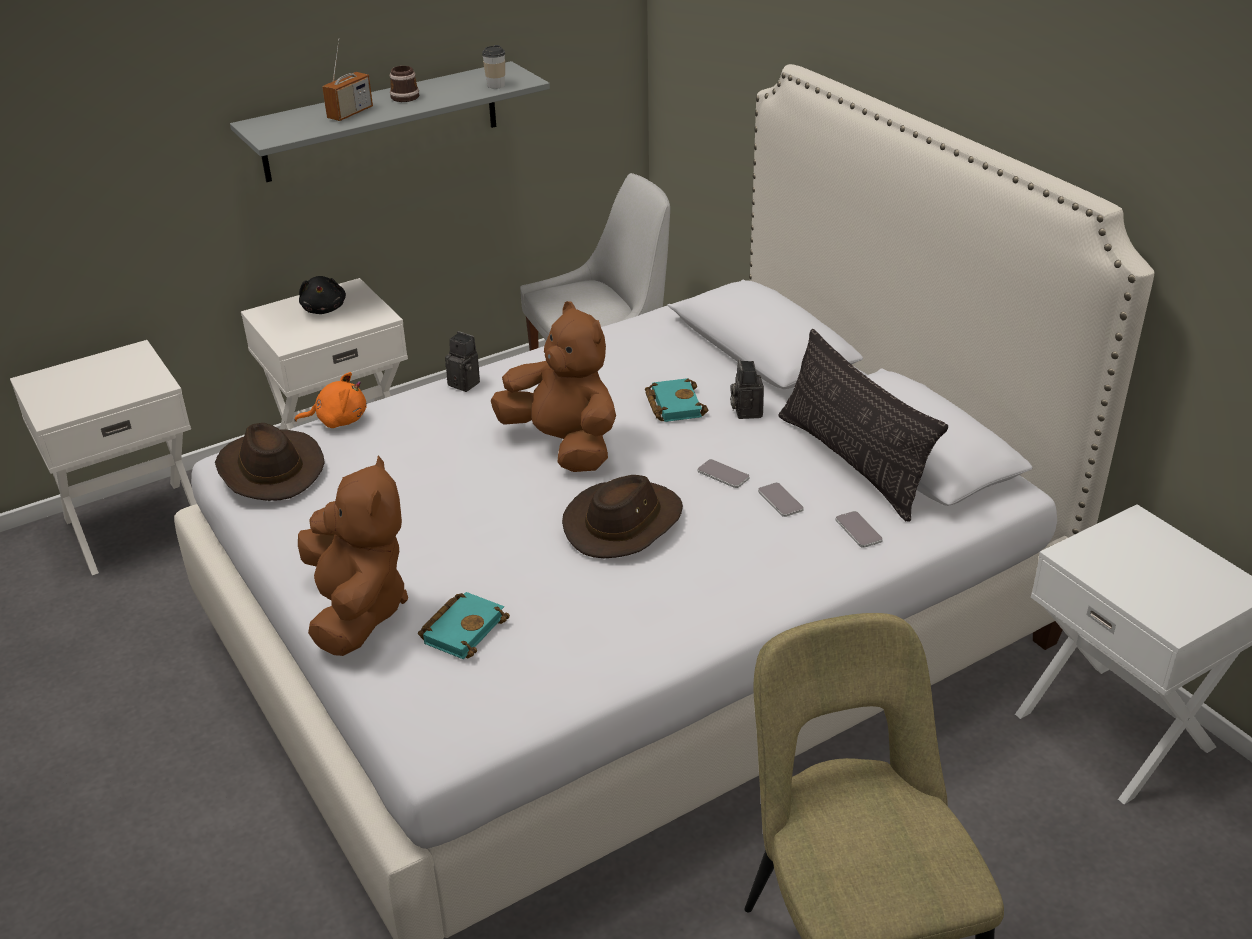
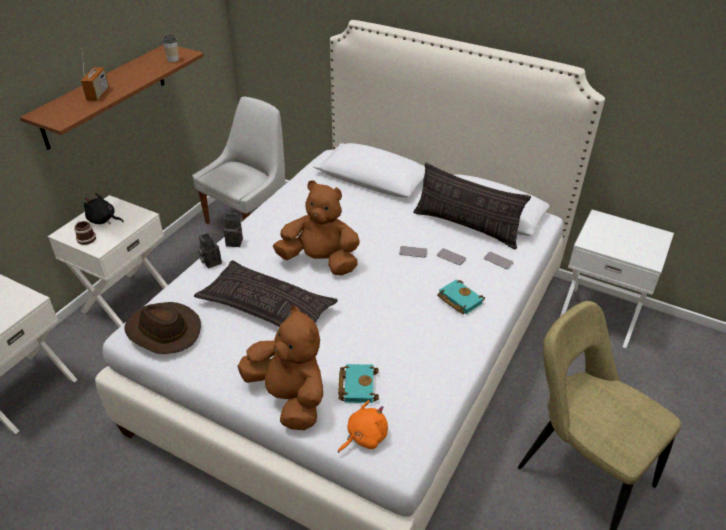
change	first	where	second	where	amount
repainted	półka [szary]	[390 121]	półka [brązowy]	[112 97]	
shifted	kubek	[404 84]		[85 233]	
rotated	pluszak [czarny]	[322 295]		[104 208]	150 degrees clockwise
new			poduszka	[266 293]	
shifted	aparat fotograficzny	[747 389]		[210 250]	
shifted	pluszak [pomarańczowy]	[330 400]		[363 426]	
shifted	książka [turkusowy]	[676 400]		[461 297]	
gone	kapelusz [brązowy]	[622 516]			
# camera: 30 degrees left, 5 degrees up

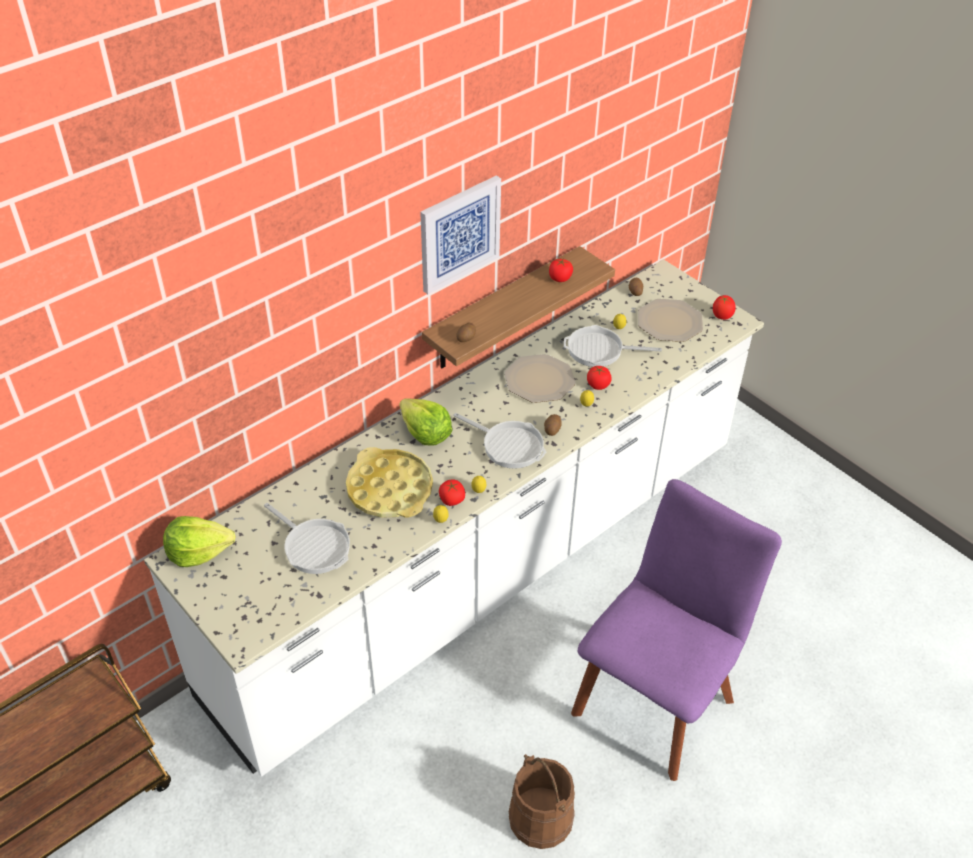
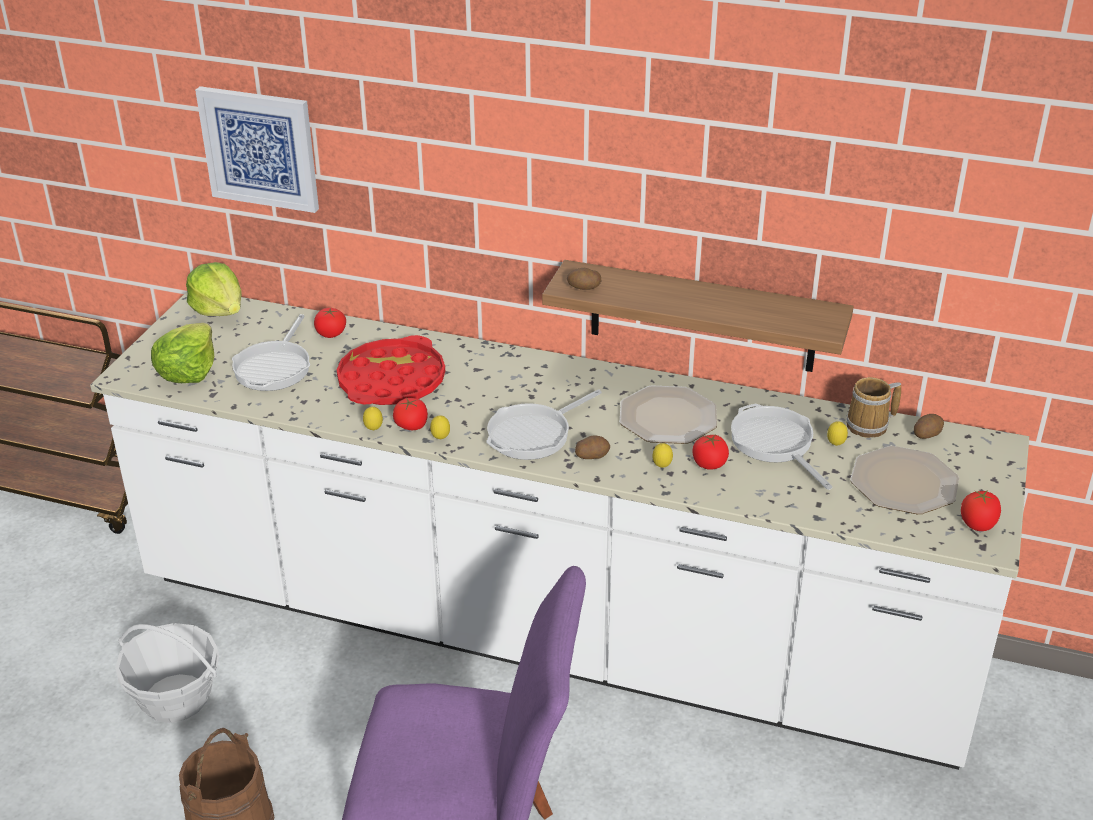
change	first	where	second	where	amount
new			koszyk	[167 673]	
shifted	sałata	[426 422]		[182 353]	
shifted	obraz	[460 234]		[257 149]	
shifted	pomidor	[561 270]		[330 323]	
repainted	taca [żółty]	[389 482]	taca [czerwony]	[391 370]	
rotated	patelnia	[499 441]		[544 424]	45 degrees clockwise
new			kubek	[873 407]	
# camera: 60 degrees right, 10 degrees down

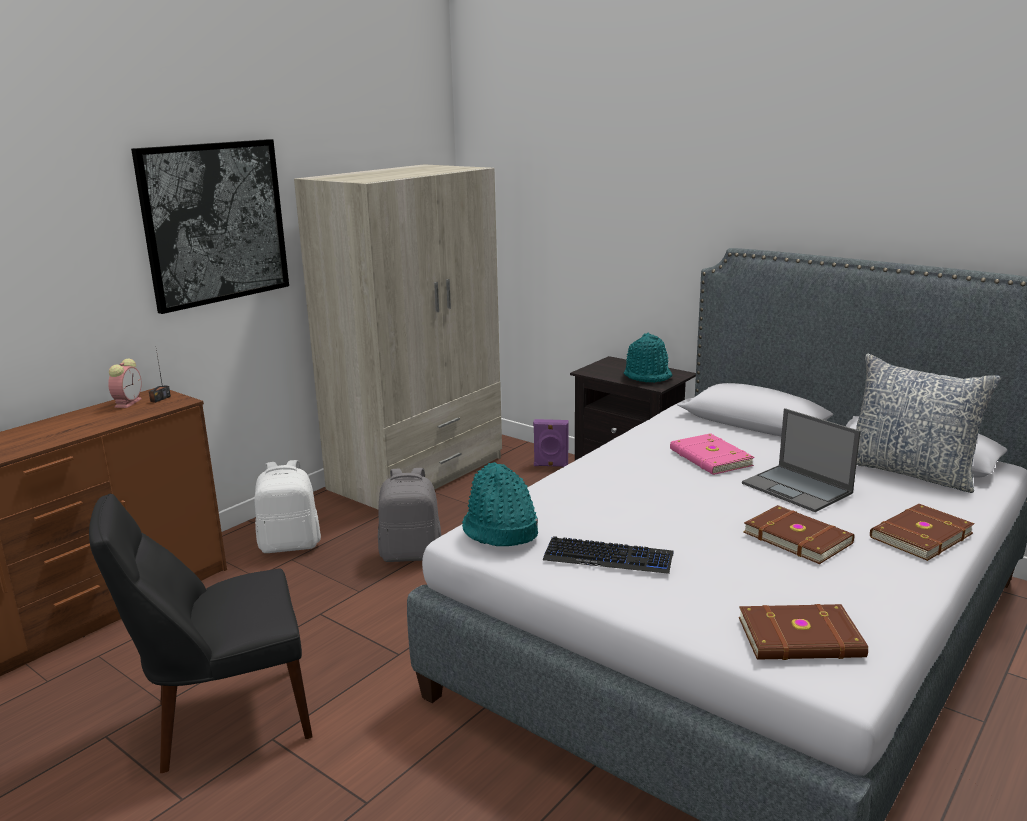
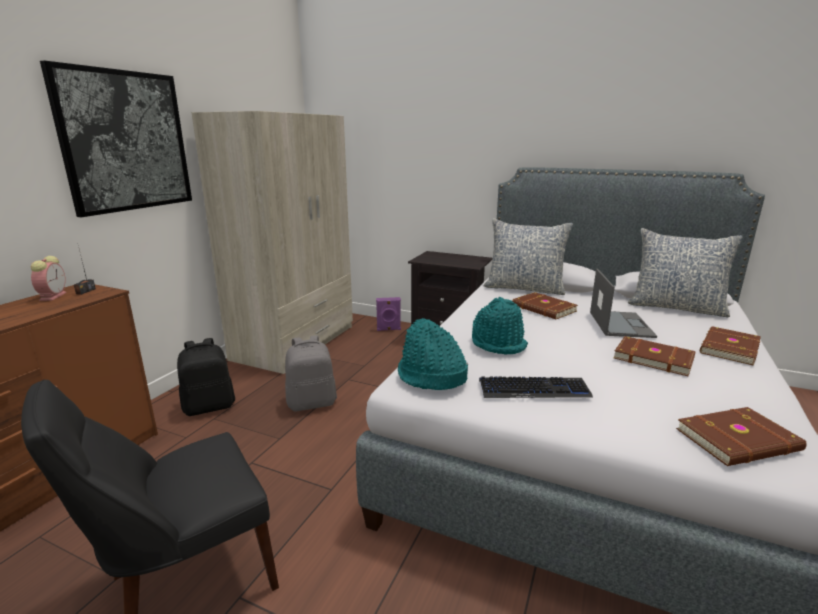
change	first	where	second	where	amount
repainted	plecak [biały]	[288 506]	plecak [czarny]	[206 377]	
shifted	kapelusz [turkusowy]	[648 358]		[500 326]	
new			poduszka	[528 256]	
repainted	książka [różowy]	[712 454]	książka [brązowy]	[545 305]	
rotated	laptop	[801 460]		[623 303]	120 degrees counterclockwise
# camera: 15 degrees left, 0 degrees up

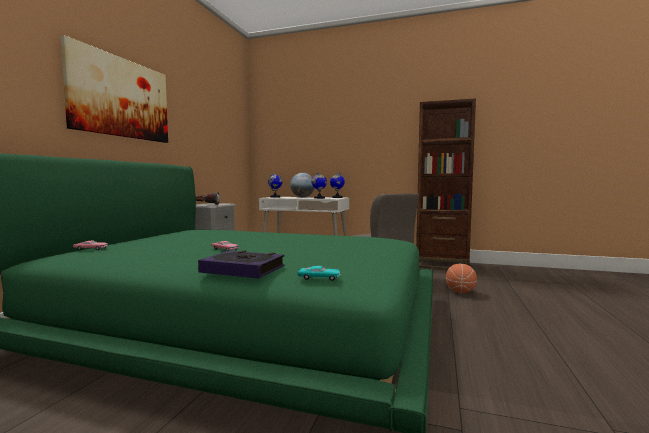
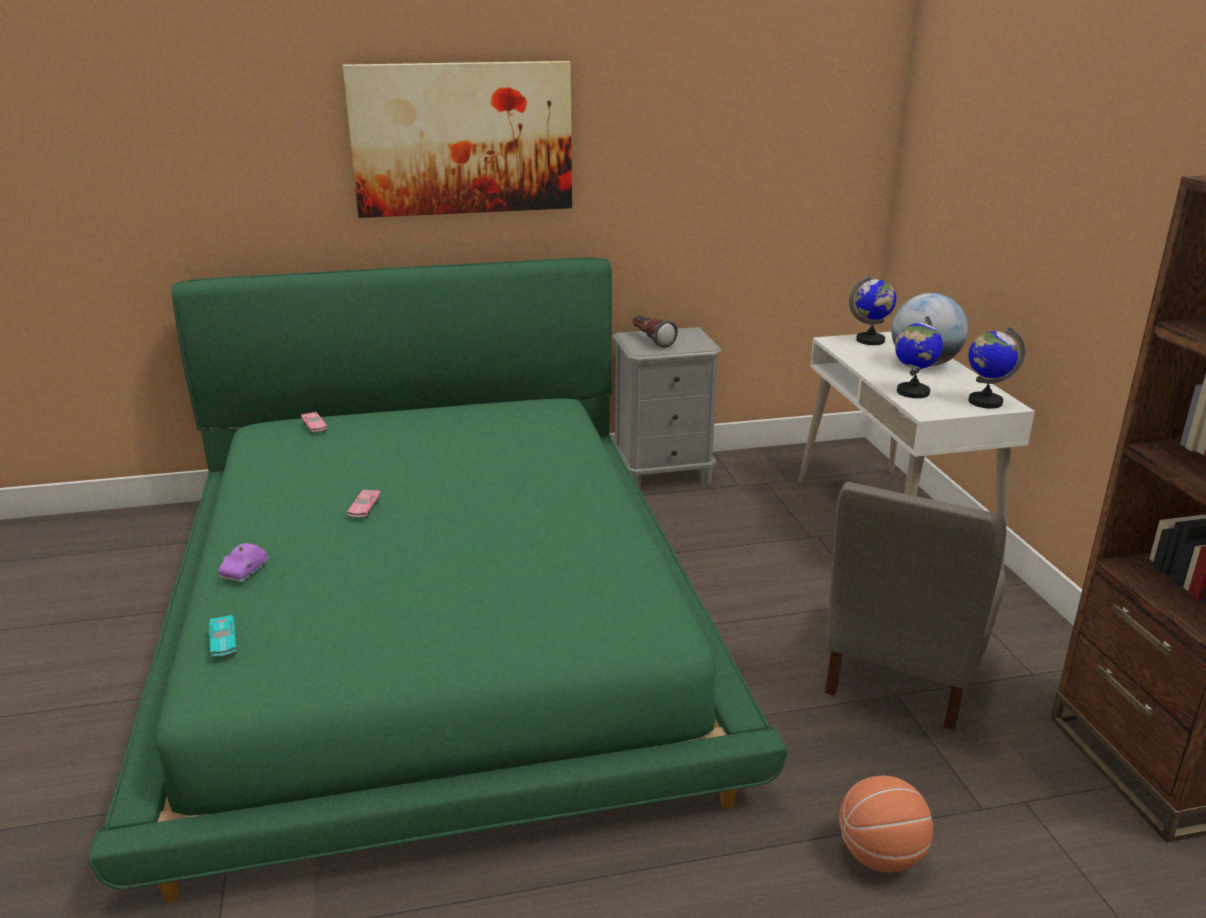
change	first	where	second	where	amount
swapped	książka	[241 264]	samochodzik [fioletowy]	[243 562]	
# camera: 60 degrees right, 20 degrees up

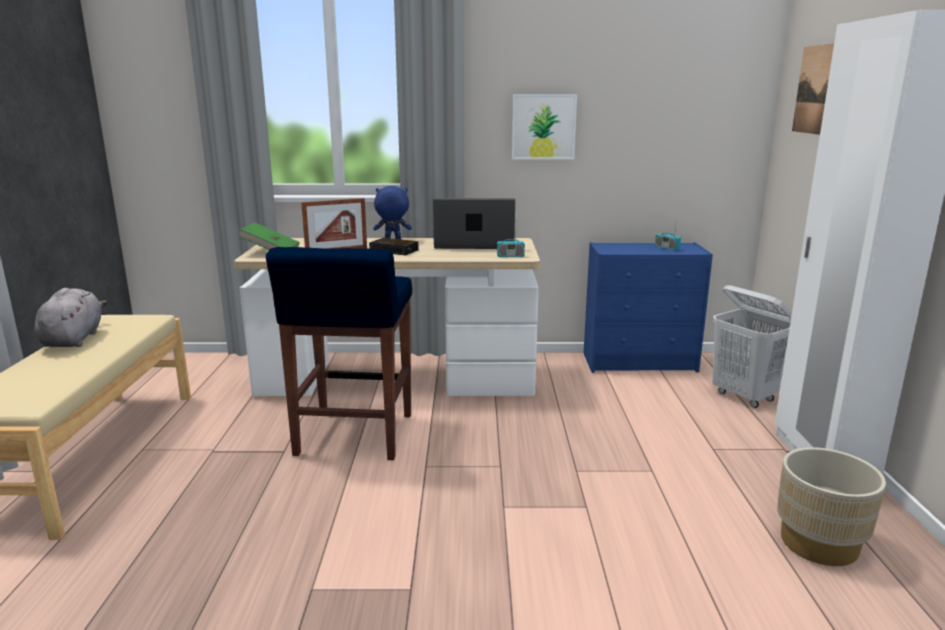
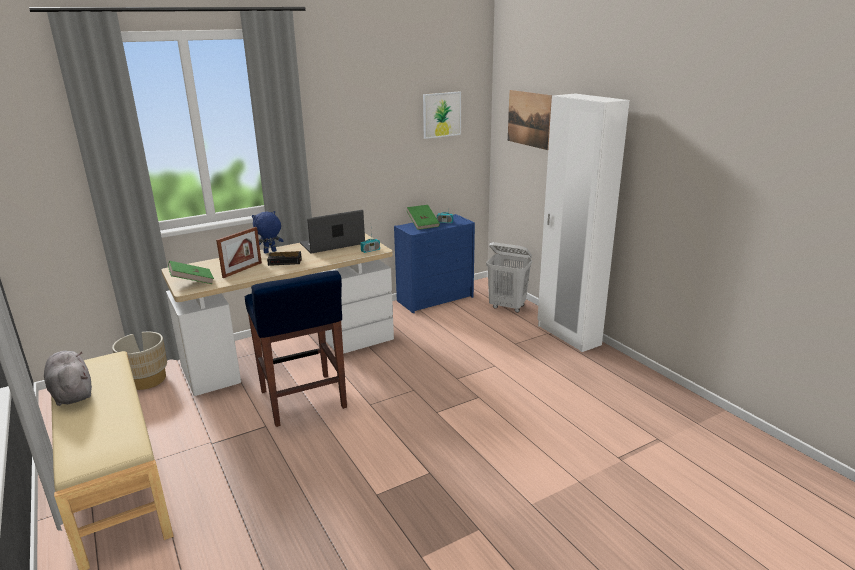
change	first	where	second	where	amount
shifted	donica [beżowy]	[831 506]		[139 361]	
new			książka [zielony]	[423 217]	
shifted	obraz	[544 127]		[442 115]	
# camera: 30 degrees left, 5 degrees up

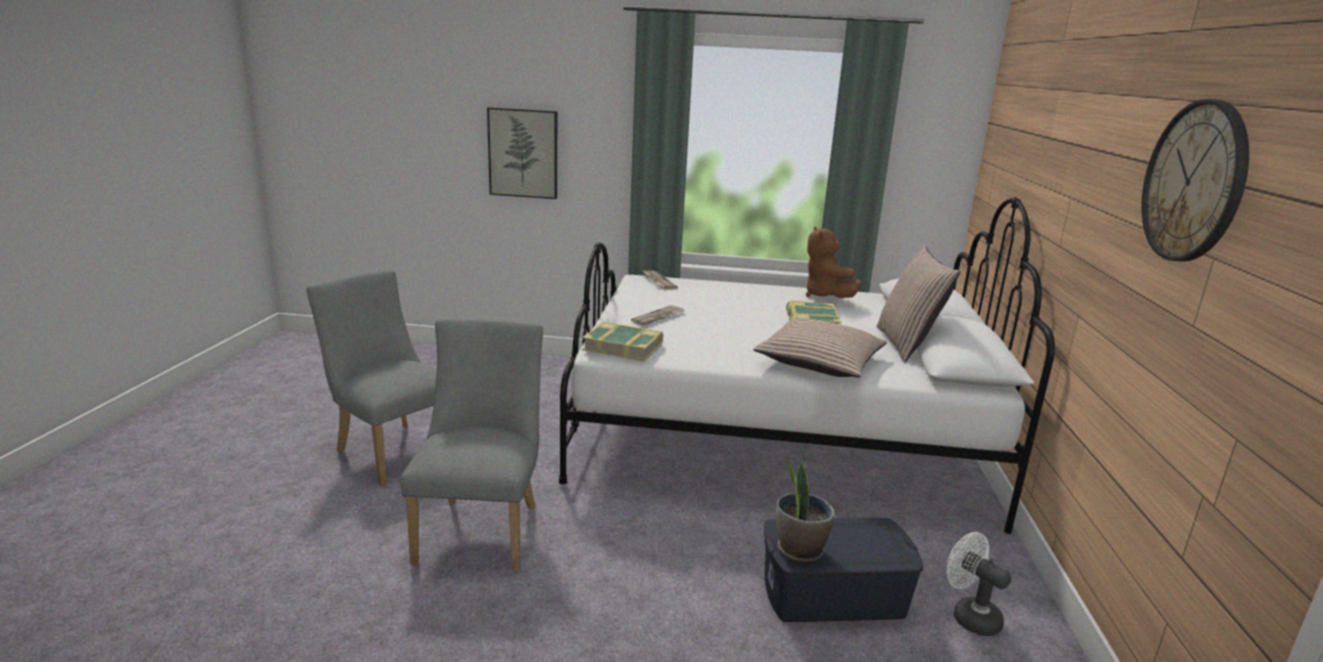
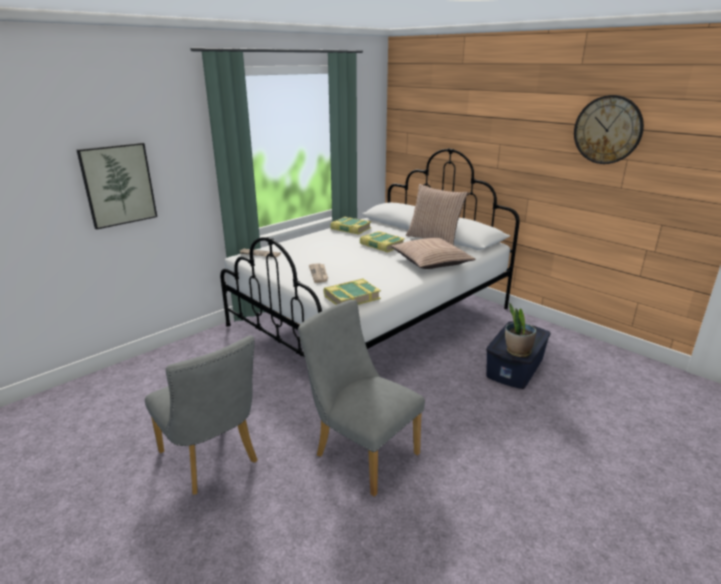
change	first	where	second	where	amount
rotated	krzesło [szary]	[371 378]		[201 415]	120 degrees counterclockwise
swapped	pluszak [brązowy]	[833 262]	książka	[350 226]	
gone	wentylator [biały]	[978 584]			
# camera: 50 degrees left, 5 degrees up

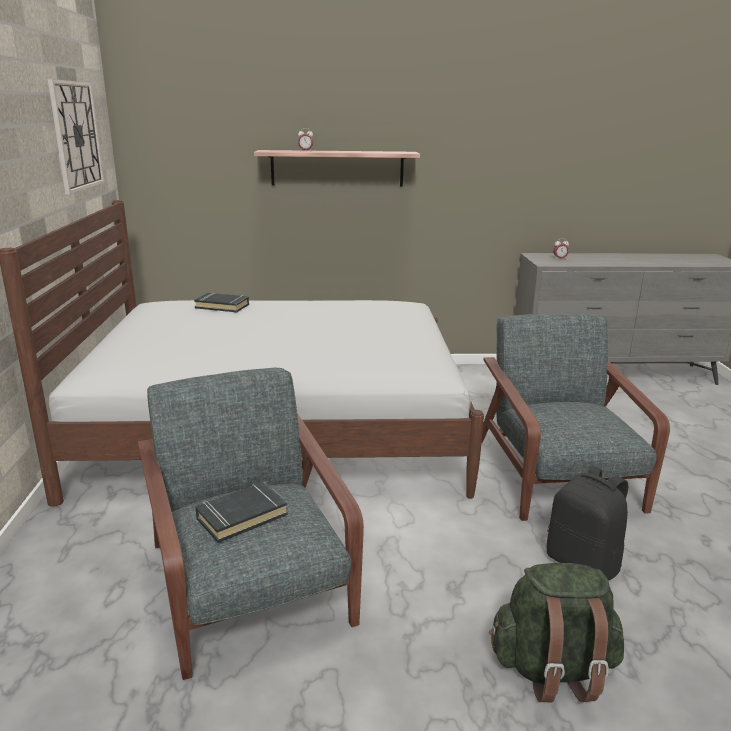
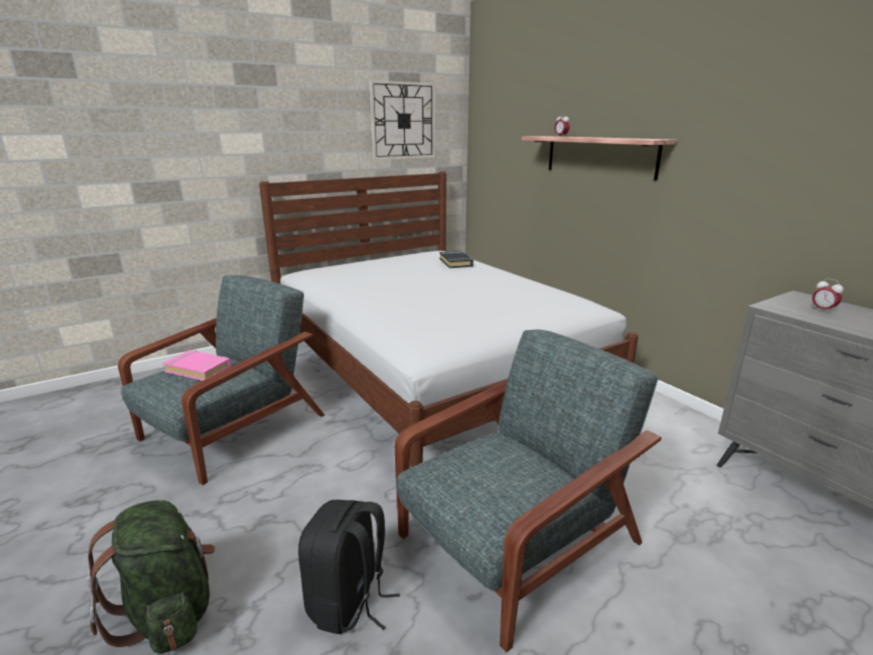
change	first	where	second	where	amount
repainted	książka [czarny]	[242 512]	książka [różowy]	[197 365]	
# camera: 60 degrees right, 0 degrees up

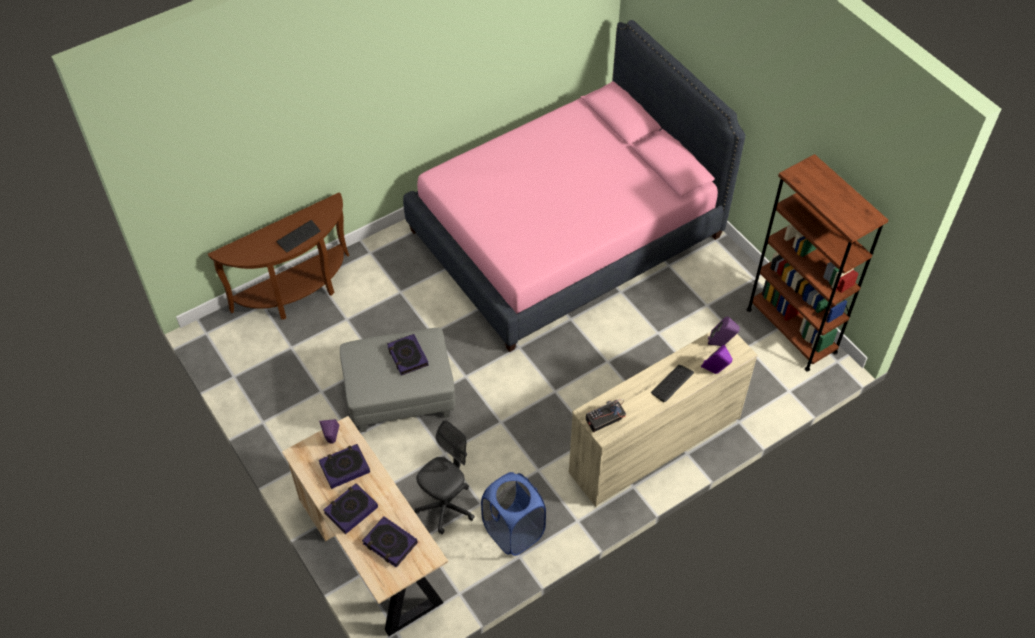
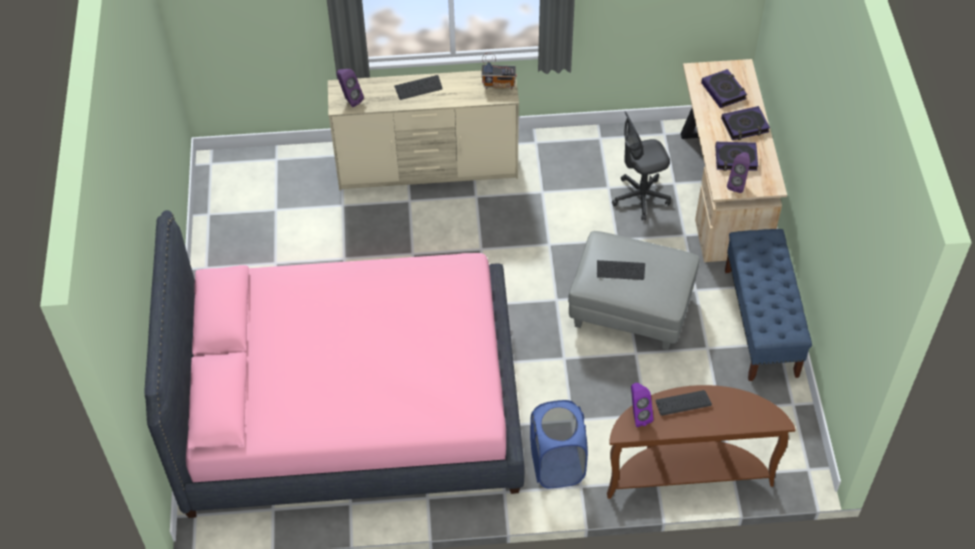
change	first	where	second	where	amount
shifted	kosz na pranie [niebieski]	[513 514]		[559 444]	
swapped	książka	[408 355]	klawiatura	[621 270]	
shifted	głośnik [fioletowy]	[716 359]		[642 405]	
new			ławka [niebieski]	[768 305]	
gone	regał [brązowy]	[817 263]			
# camera: 150 degrees left, 0 degrees up

